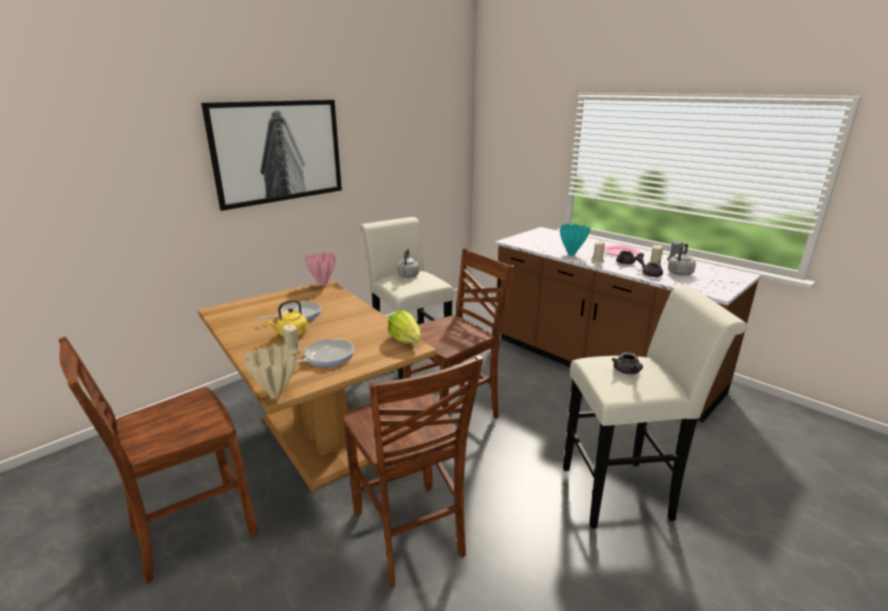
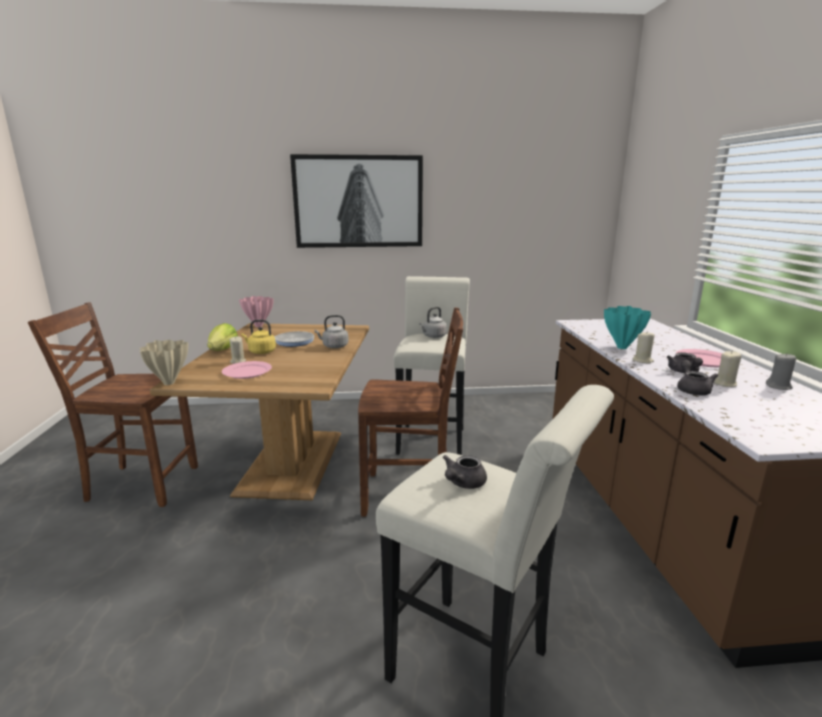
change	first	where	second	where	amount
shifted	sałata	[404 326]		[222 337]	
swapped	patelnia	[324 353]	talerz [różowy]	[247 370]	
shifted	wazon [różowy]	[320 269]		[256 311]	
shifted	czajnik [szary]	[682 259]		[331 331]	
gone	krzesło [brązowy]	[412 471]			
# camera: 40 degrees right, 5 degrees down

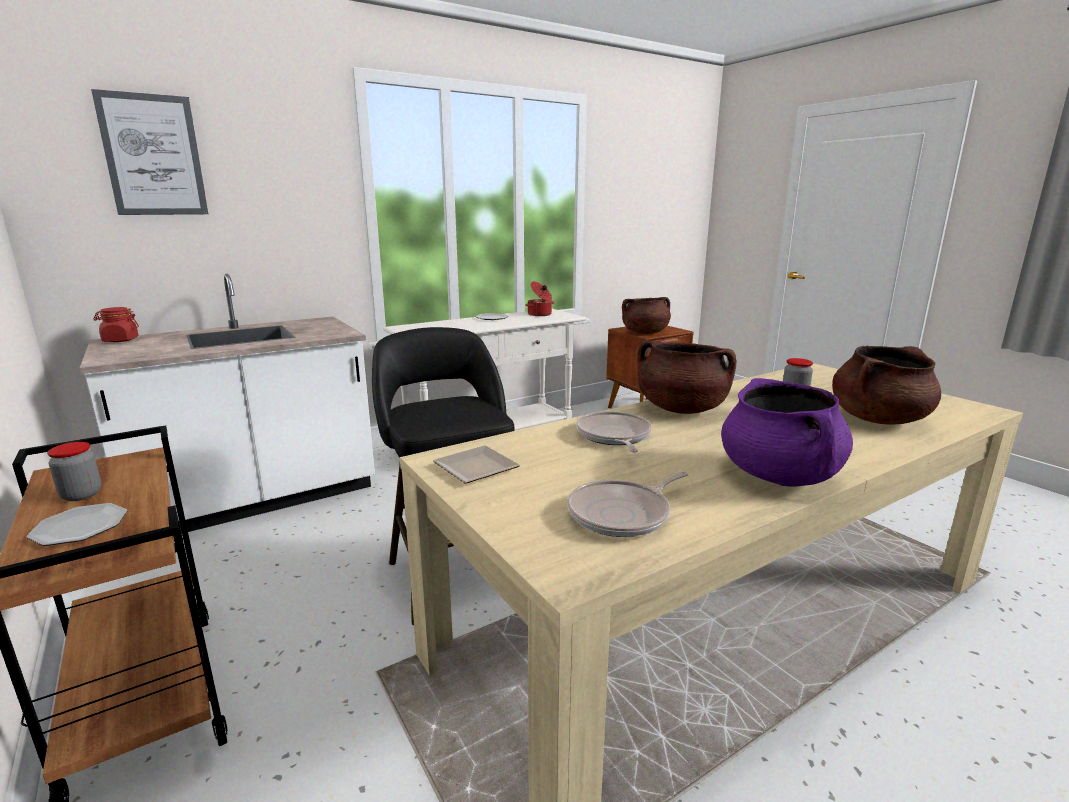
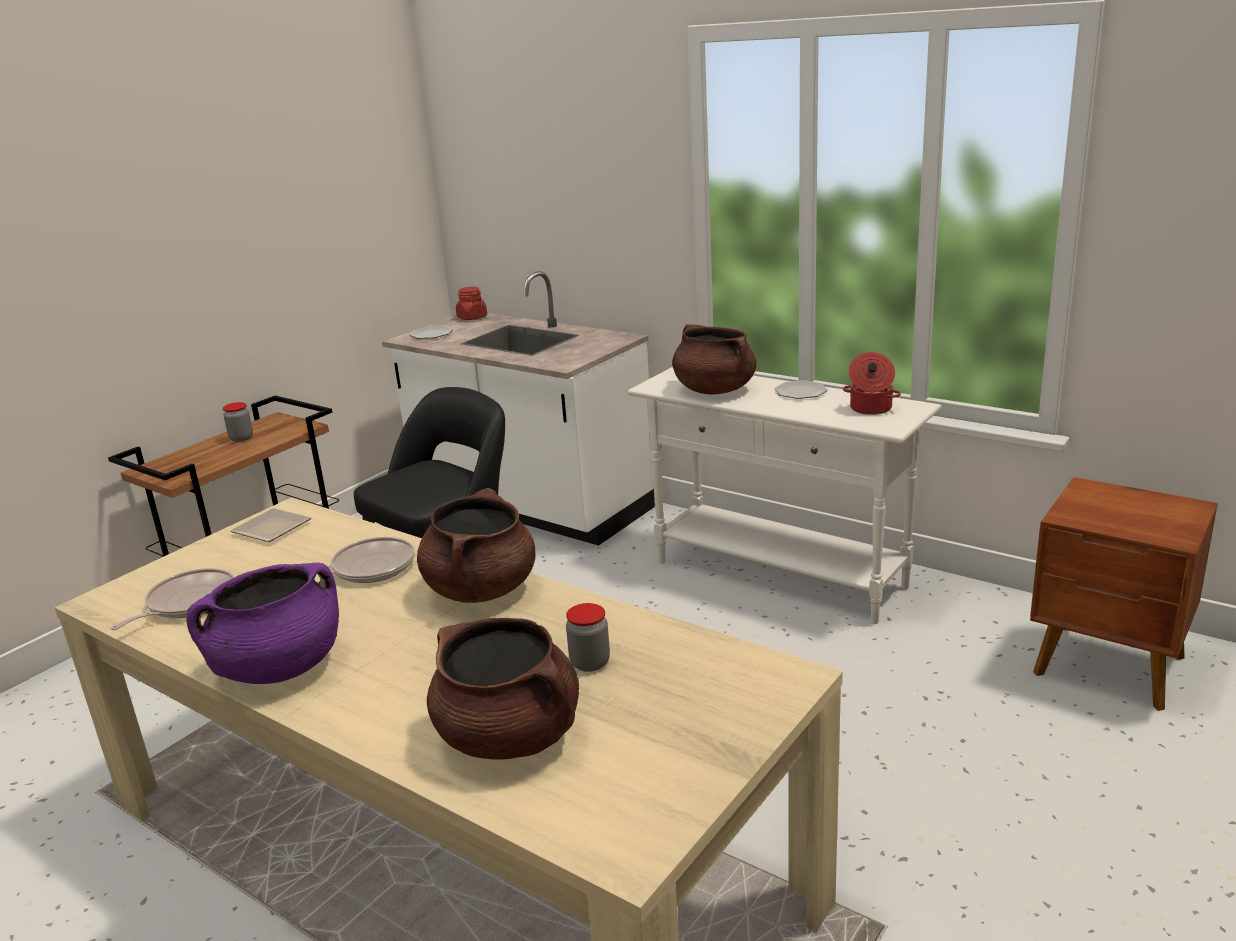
change	first	where	second	where	amount
rotated	patelnia	[627 504]		[172 599]	90 degrees clockwise
shifted	talerz	[77 524]		[431 332]	
shifted	garnek [brązowy]	[646 315]		[714 359]	
gone	obraz	[149 152]			
# camera: 70 degrees right, 5 degrees up

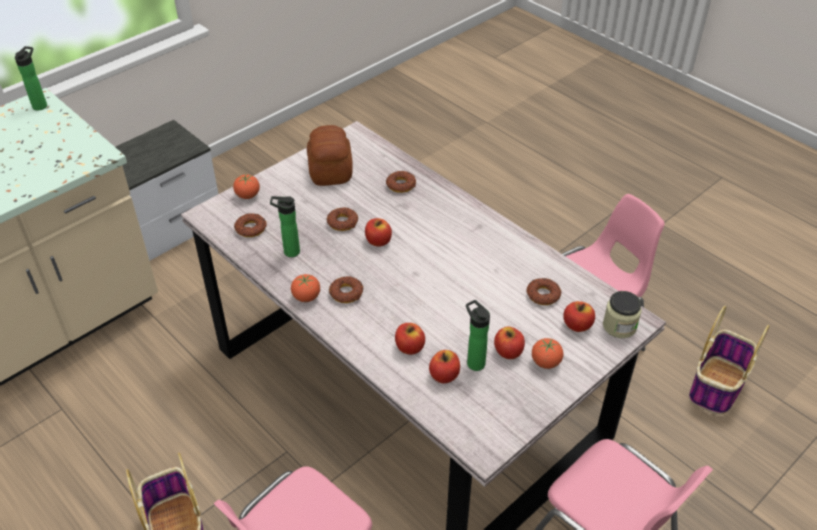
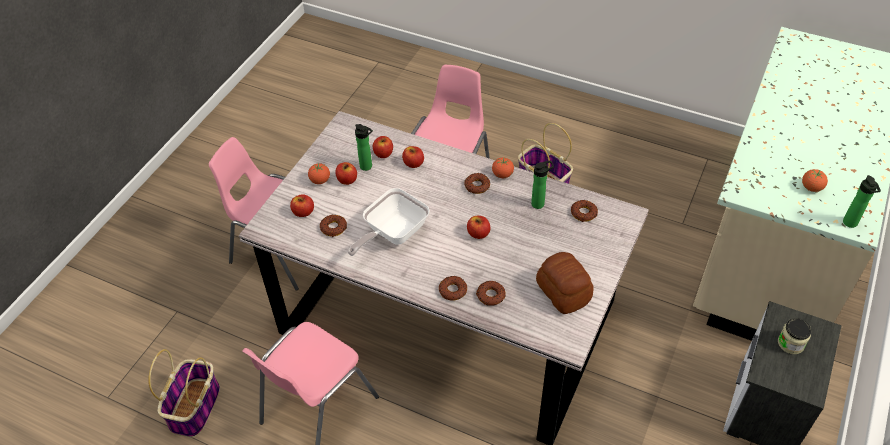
change	first	where	second	where	amount
new			patelnia	[389 222]	
shifted	donut	[342 219]		[453 288]	
shifted	słoik	[622 314]		[794 336]	
shifted	pomidor	[246 186]		[815 180]	
# camera: 160 degrees right, 5 degrees up

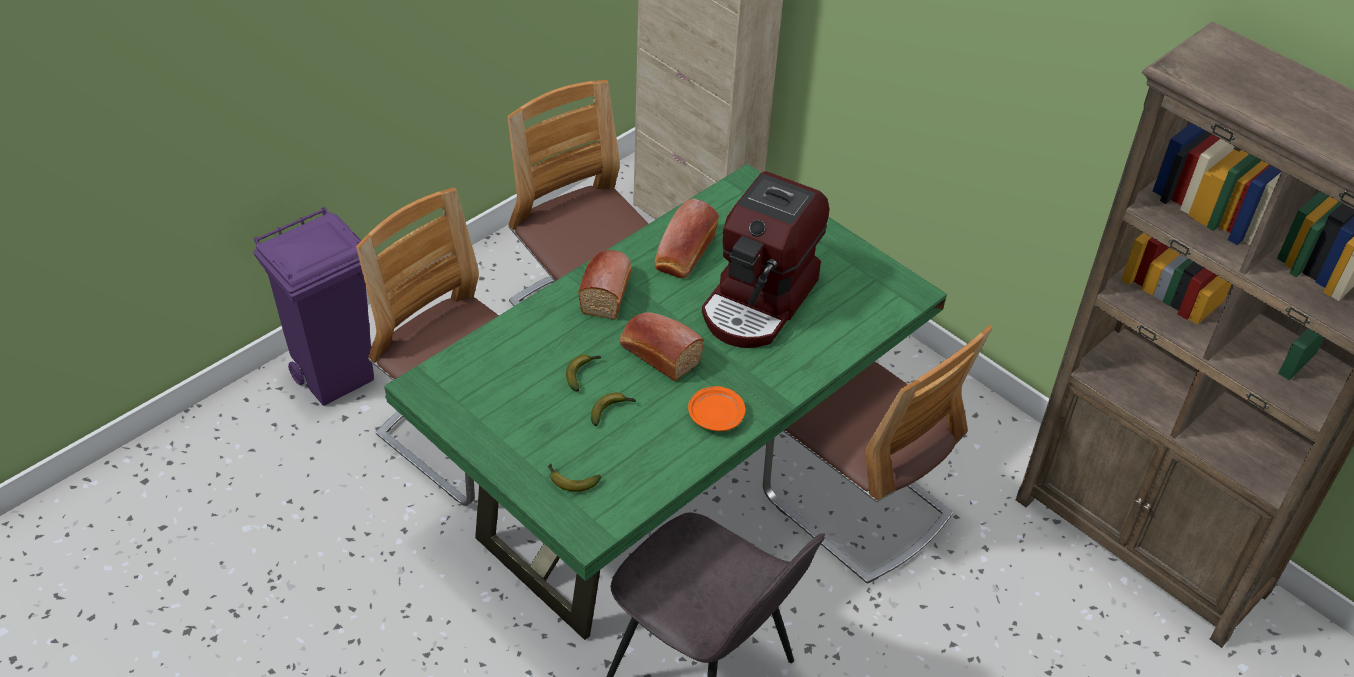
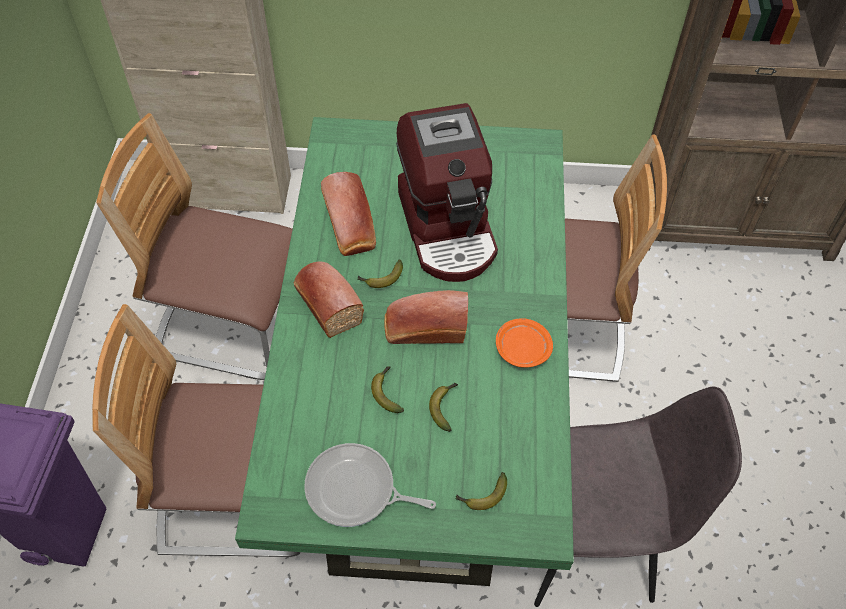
change	first	where	second	where	amount
new			patelnia	[370 485]	
new			banan	[380 273]	
# camera: 40 degrees left, 10 degrees up

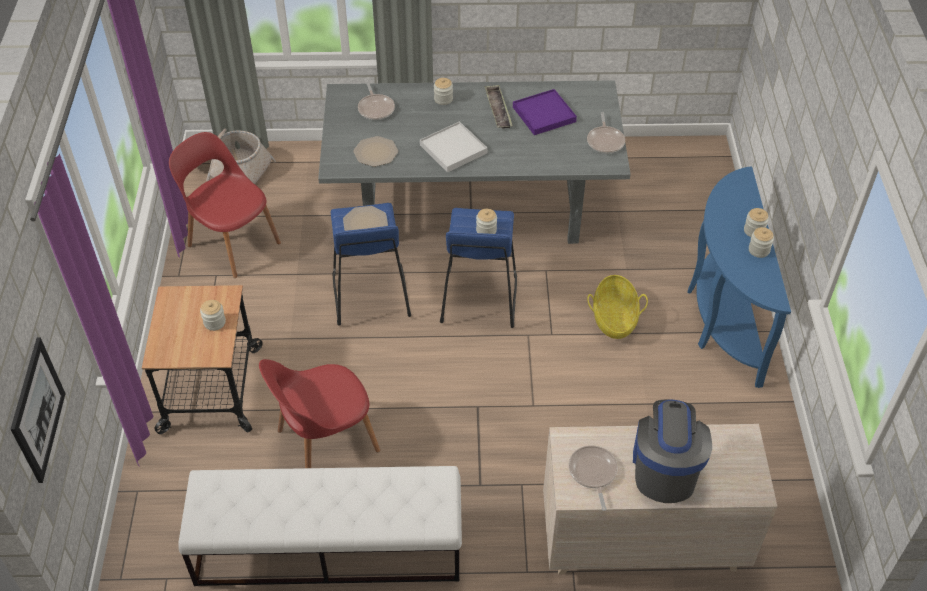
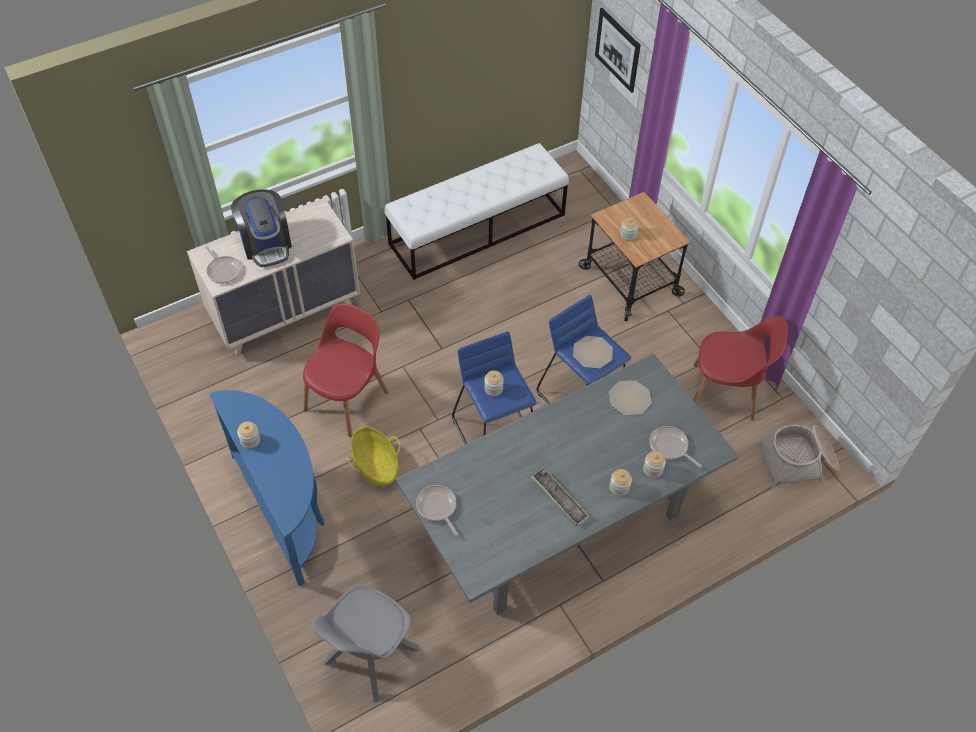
change	first	where	second	where	amount
shifted	patelnia	[593 478]		[223 265]	
shifted	krzesło [czerwony]	[319 413]		[345 370]	
new			krzesło [szary]	[365 643]	
shifted	słoik	[756 222]		[654 464]	
gone	taca [biały]	[453 146]			
gone	taca [fioletowy]	[545 112]			
# camera: 150 degrees right, 5 degrees up

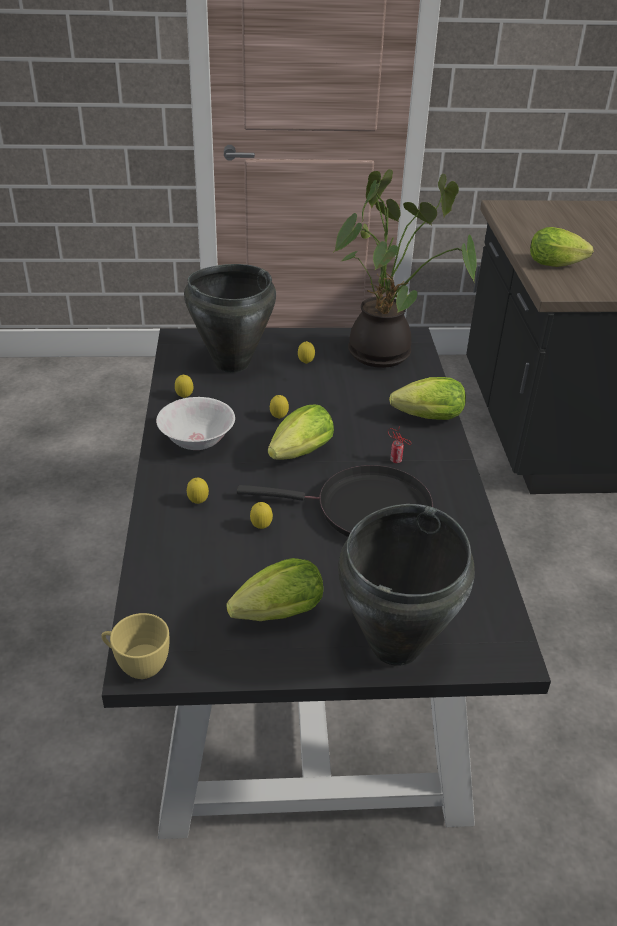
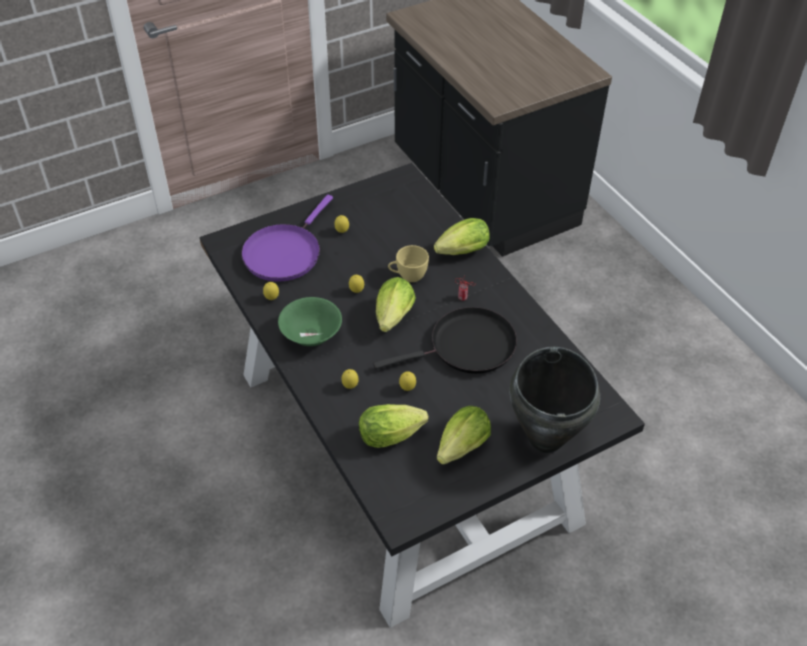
change	first	where	second	where	amount
swapped	garnek [czarny]	[230 318]	patelnia [fioletowy]	[287 238]	
repainted	miska [biały]	[195 423]	miska [zielony]	[310 321]	
shifted	sałata	[561 247]		[393 426]	
shifted	filiżanka [żółty]	[135 646]		[408 263]	
gone	roślina doniczkowa	[405 268]			
# camera: 25 degrees left, 10 degrees up

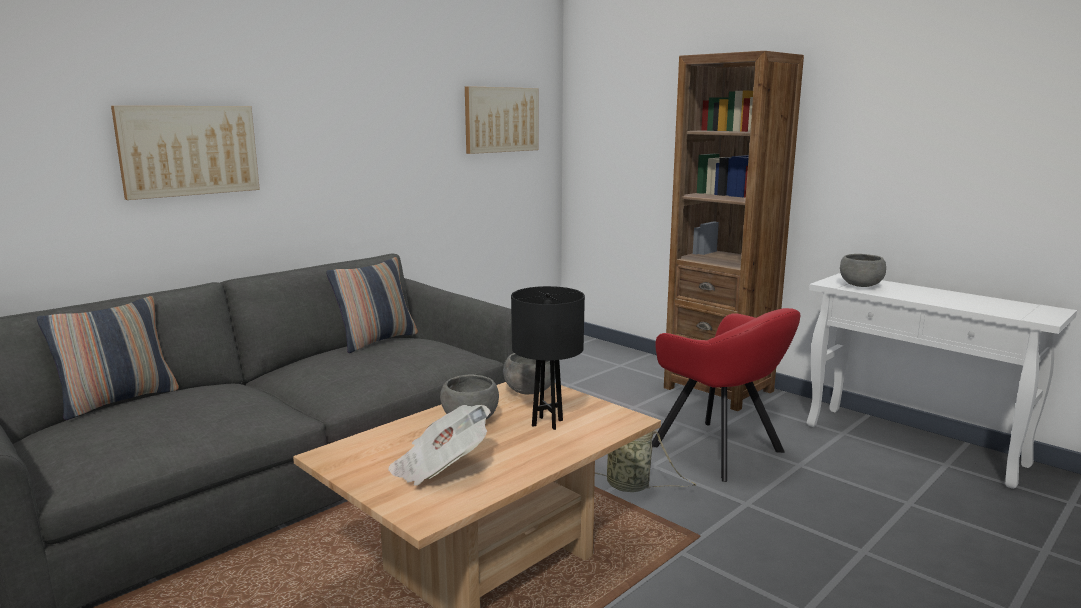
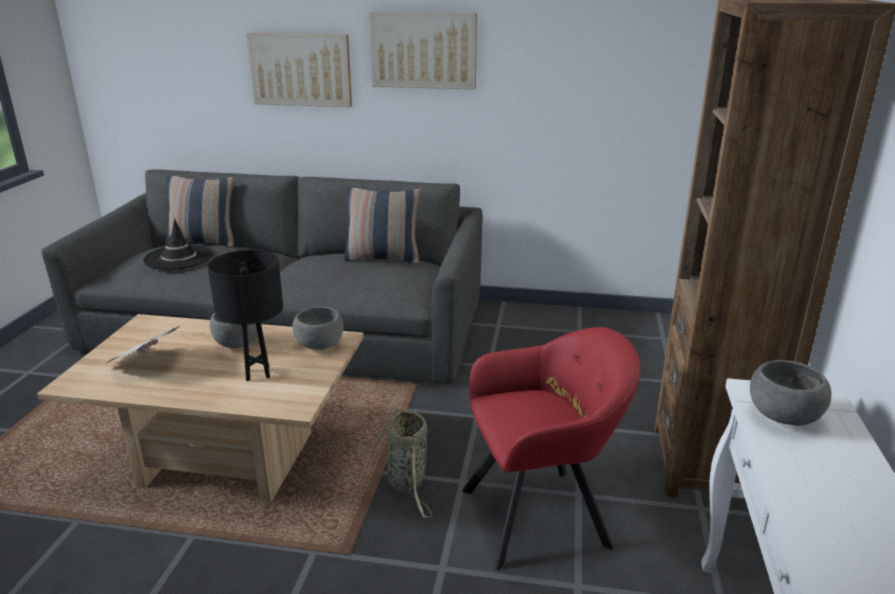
change	first	where	second	where	amount
new			kapelusz [czarny]	[178 244]	
shifted	obraz	[502 120]		[423 50]	
rotated	fotel [czerwony]	[726 395]		[551 448]	120 degrees counterclockwise
# camera: 55 degrees right, 10 degrees up

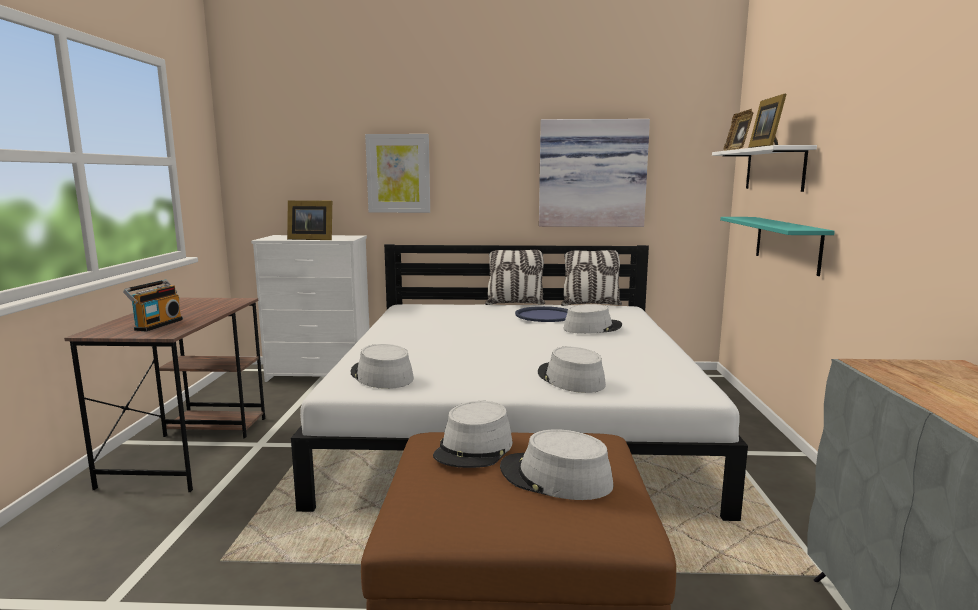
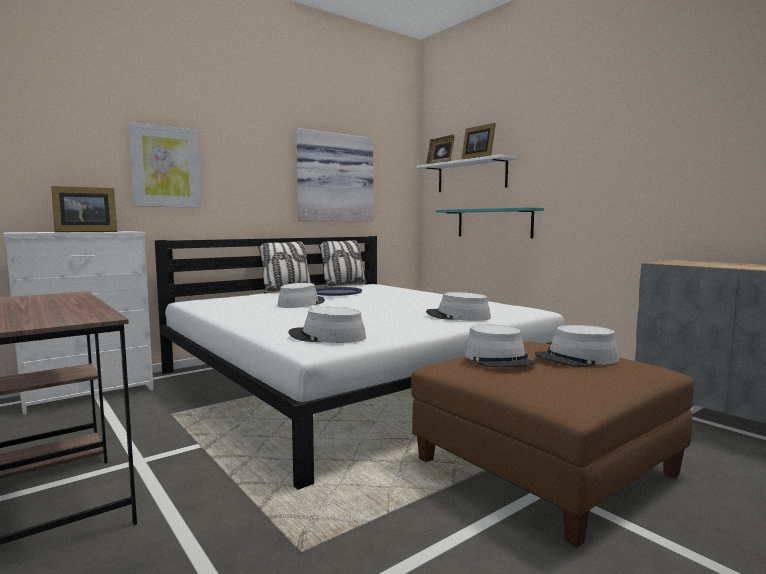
change	first	where	second	where	amount
shifted	kapelusz [szary]	[592 319]		[301 295]	
gone	radio	[153 306]			
# camera: 40 degrees left, 5 degrees down

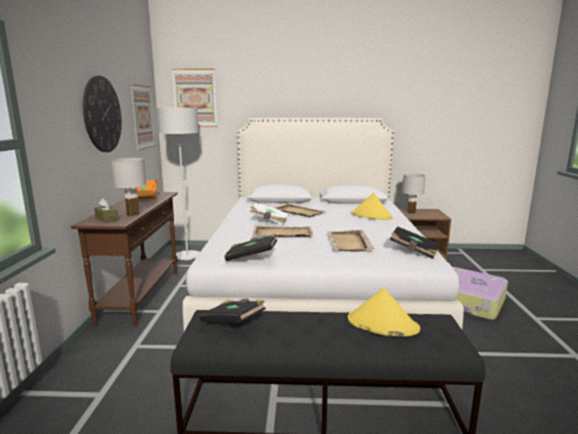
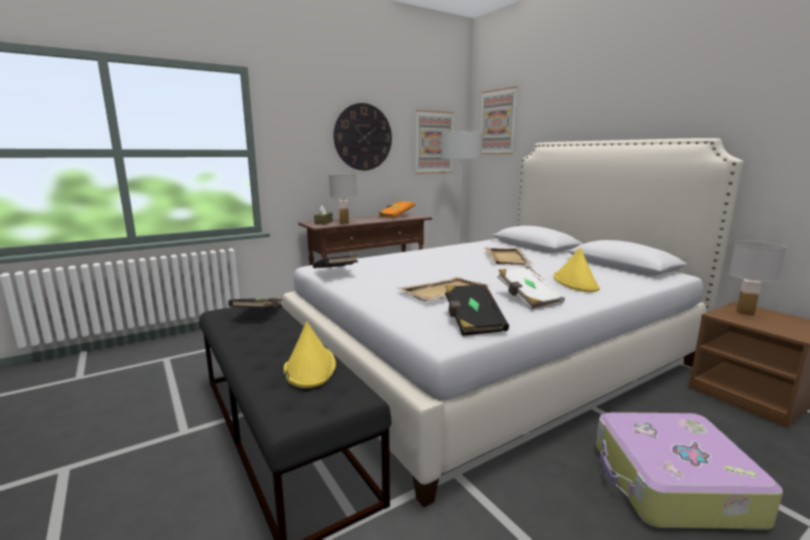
change	first	where	second	where	amount
shifted	książka [biały]	[269 213]		[531 288]	
gone	taca [beżowy]	[283 231]			
# camera: 55 degrees right, 0 degrees up

